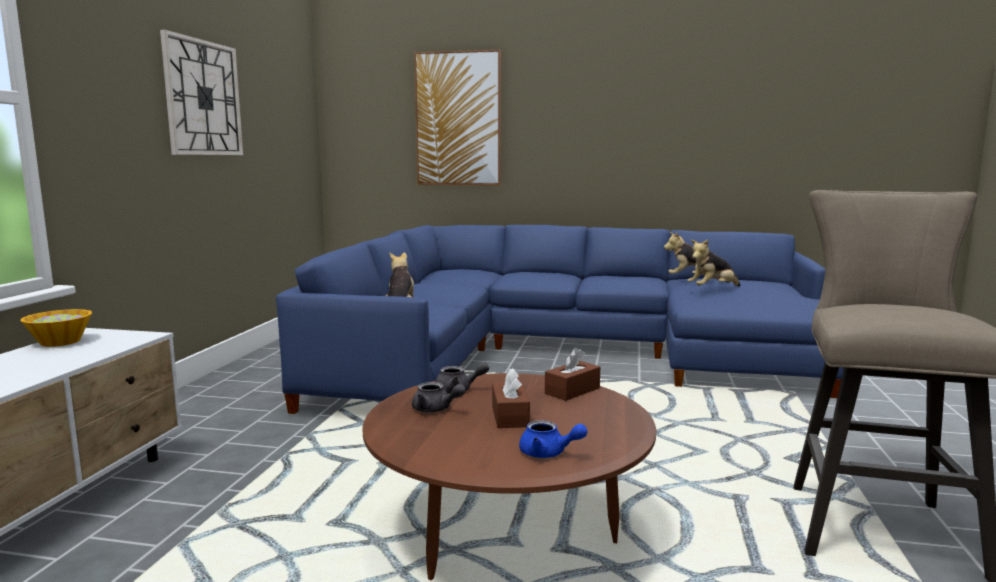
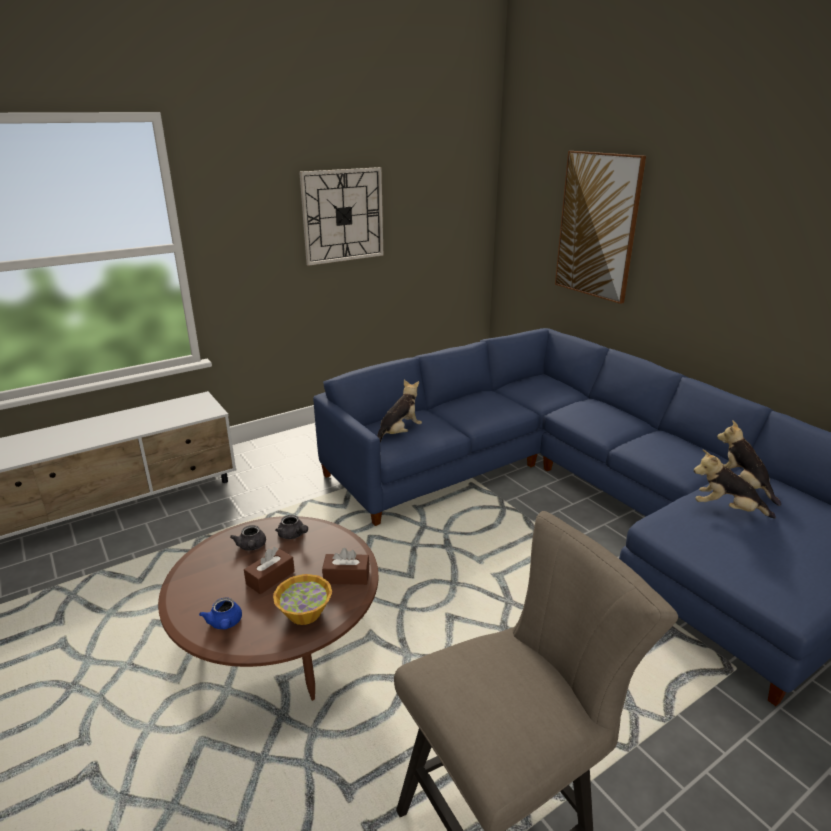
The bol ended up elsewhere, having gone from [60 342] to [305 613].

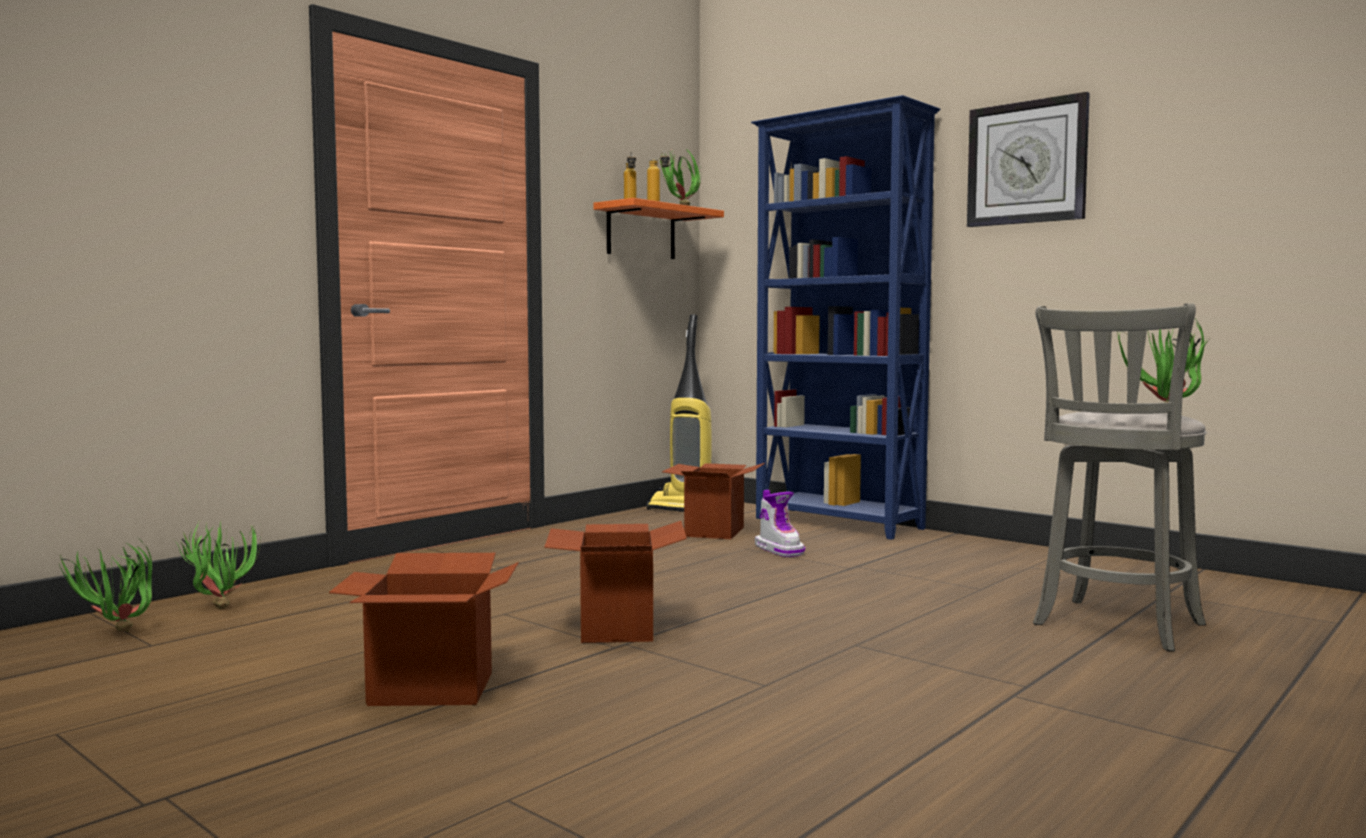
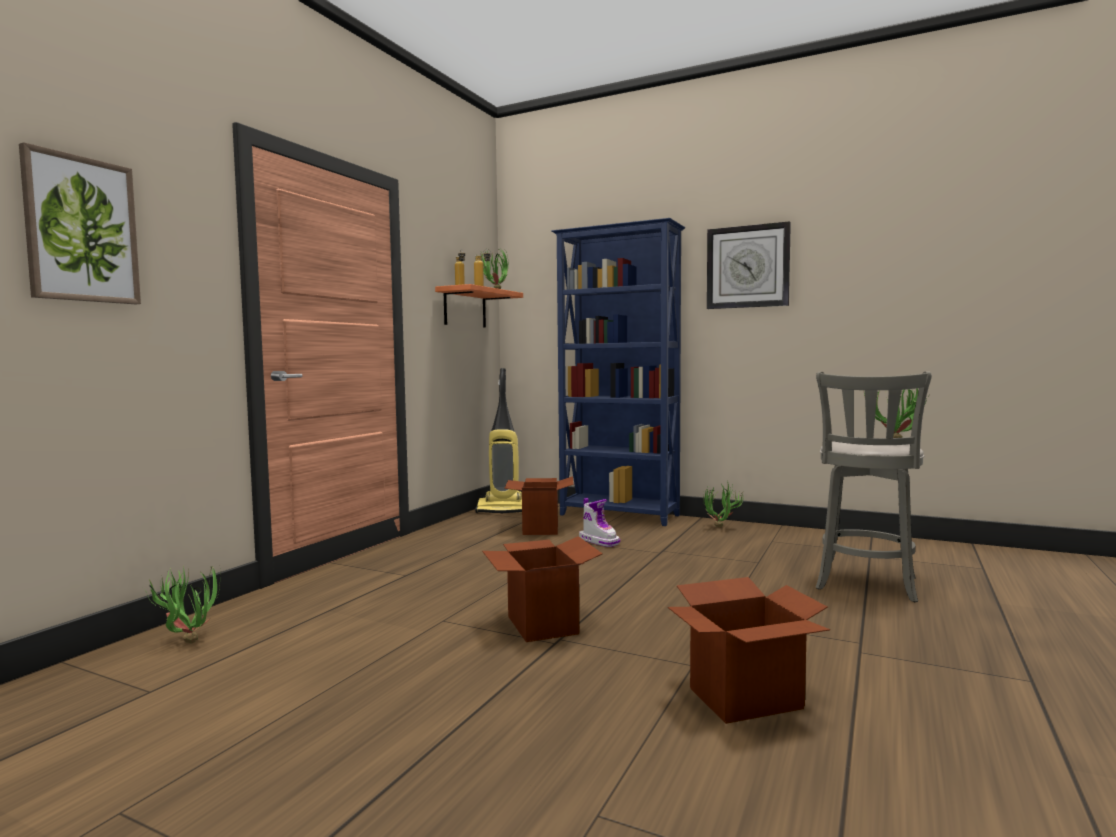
The second view gained the tableau at [81 230].
The carton ended up elsewhere, having gone from [430 689] to [745 699].
The plante en pot ended up elsewhere, having gone from [118 635] to [721 528].

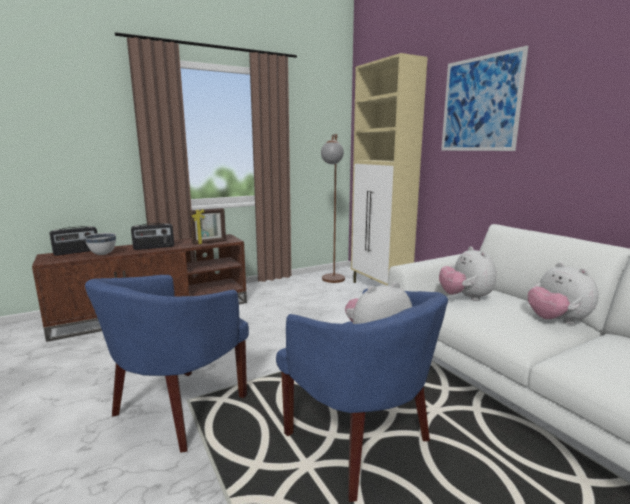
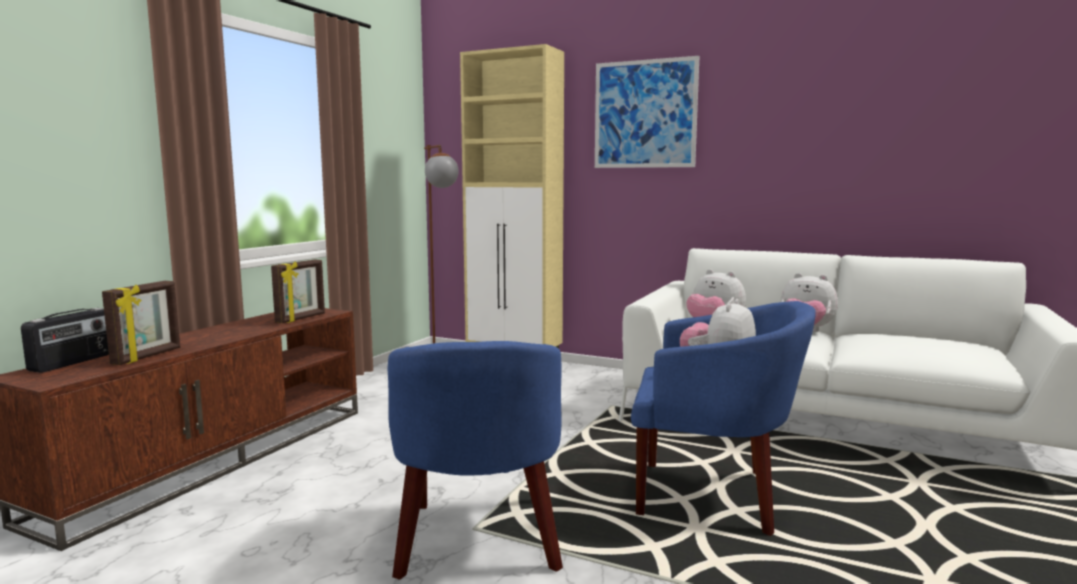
Where the bol (blanc) stood at [103 254], the cadre photo came to stand at [147 356].
The second view lost the radio at [154 247].

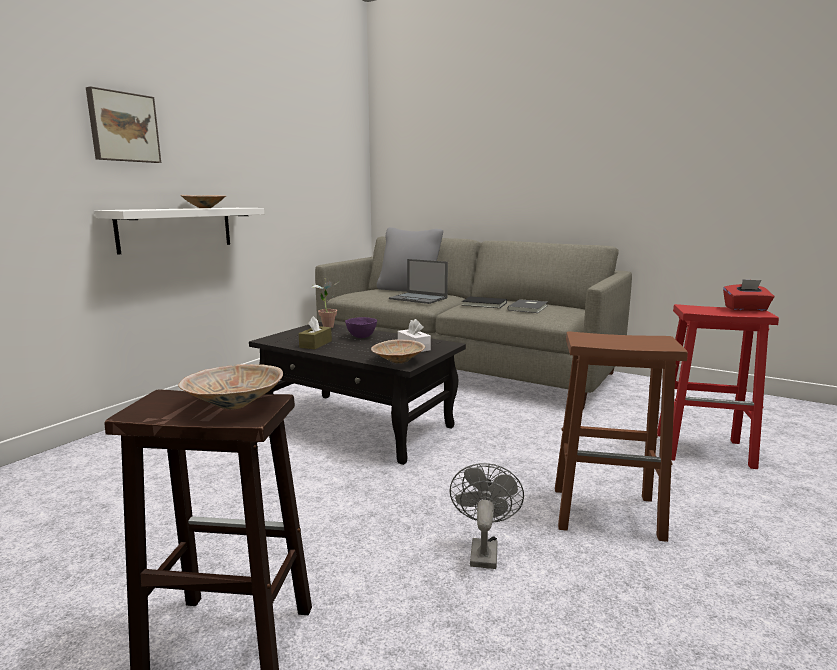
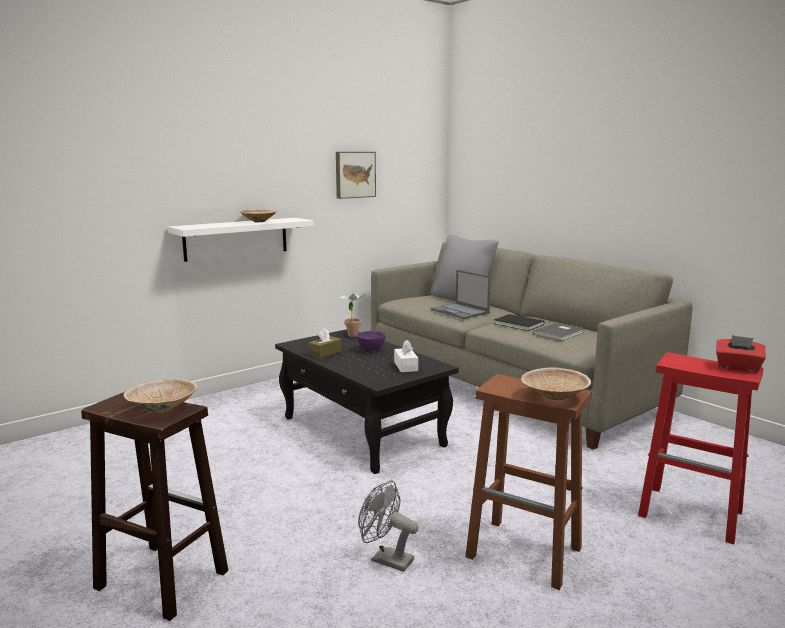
The tableau ended up elsewhere, having gone from [123 127] to [354 174].
The ventilateur (gris) at [483 550] ended up facing another way, 90 degrees counterclockwise from before.
The bol (beige) ended up elsewhere, having gone from [397 362] to [553 397].

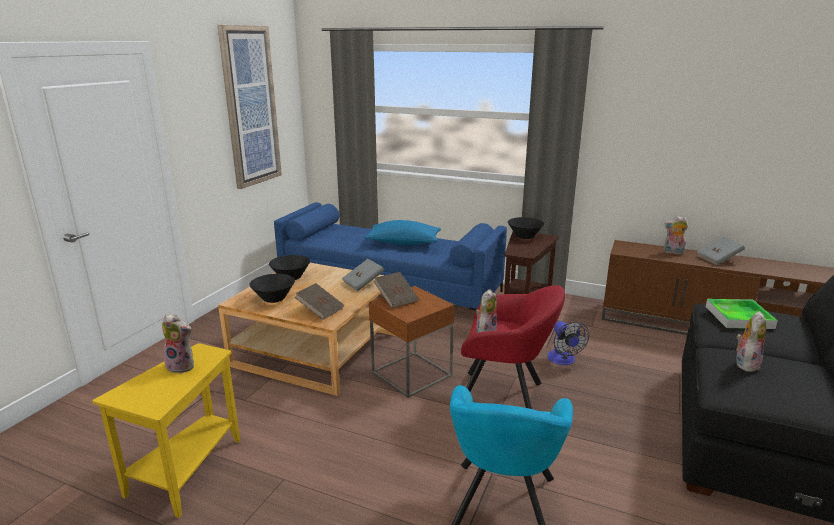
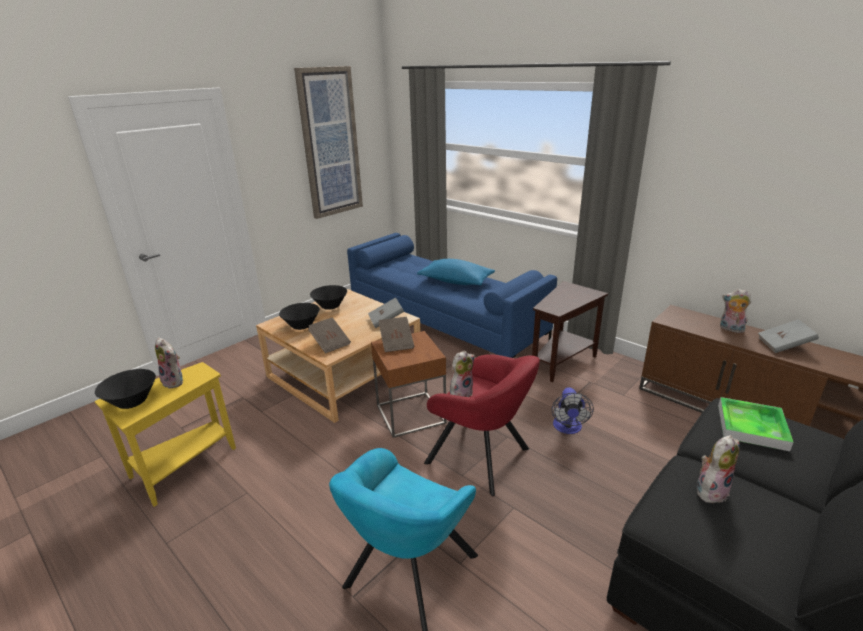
The bol (noir) ended up elsewhere, having gone from [524 236] to [132 402].

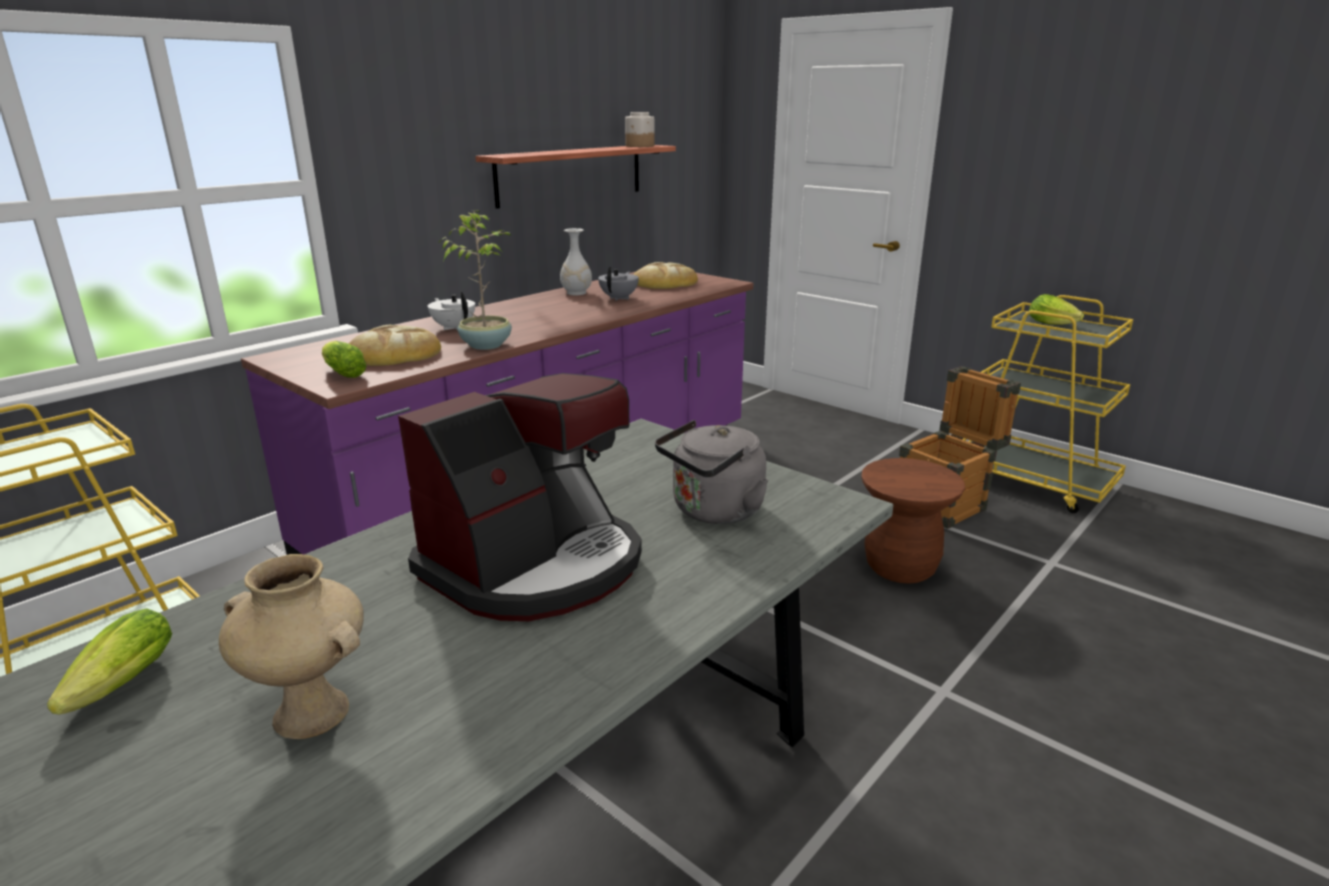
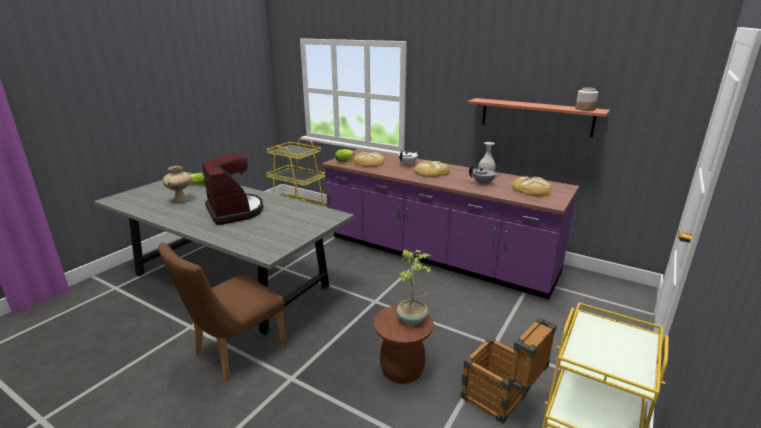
The second view gained the chaise (marron) at [234 353].
The machine à café at [536 565] ended up facing another way, 150 degrees counterclockwise from before.
The plante en pot ended up elsewhere, having gone from [486 345] to [412 319].
The second view gained the pain at [431 172].
The second view lost the bouilloire (gris) at [713 511].
The second view lost the laitue at [1054 324].

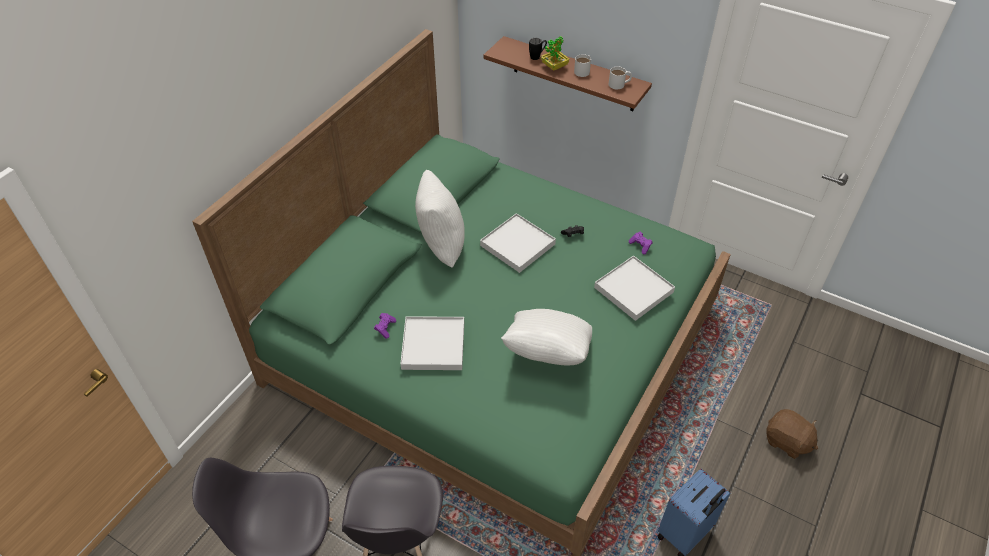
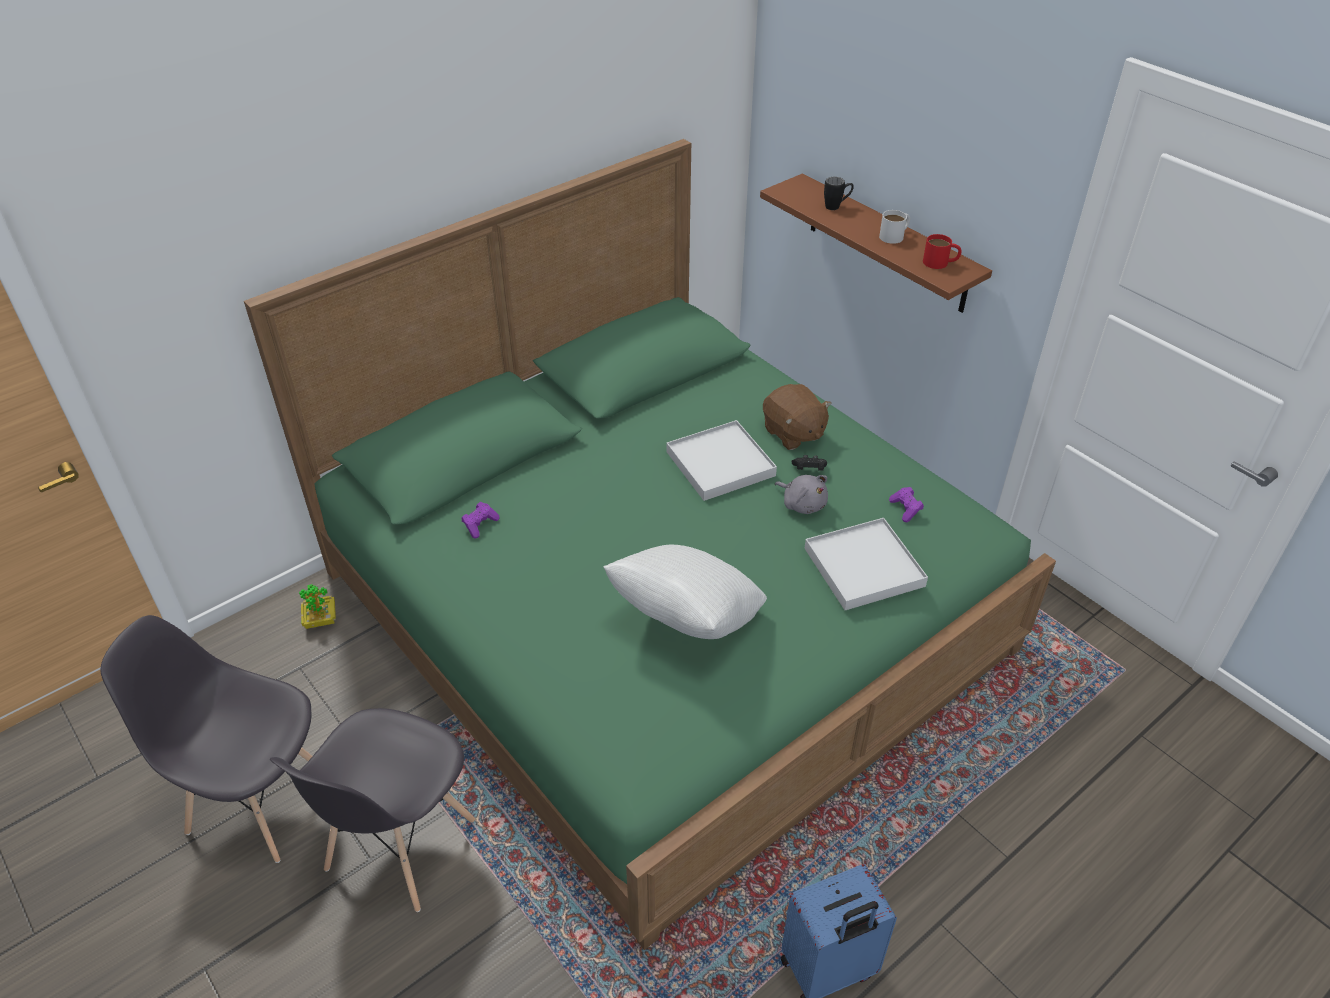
The plante en pot ended up elsewhere, having gone from [554 67] to [321 620].
The peluche (marron) ended up elsewhere, having gone from [787 442] to [793 433].
The second view gained the peluche (gris) at [802 504].
What was the mug (blanc) at [619 84] turned into the mug (rouge) at [940 262].
The second view lost the plateau (blanc) at [433 345].
The second view lost the coussin (blanc) at [440 246].

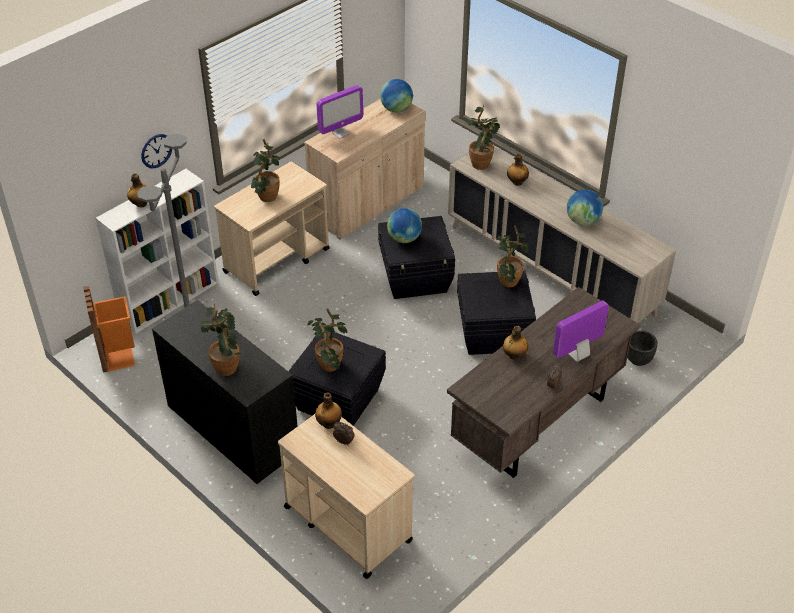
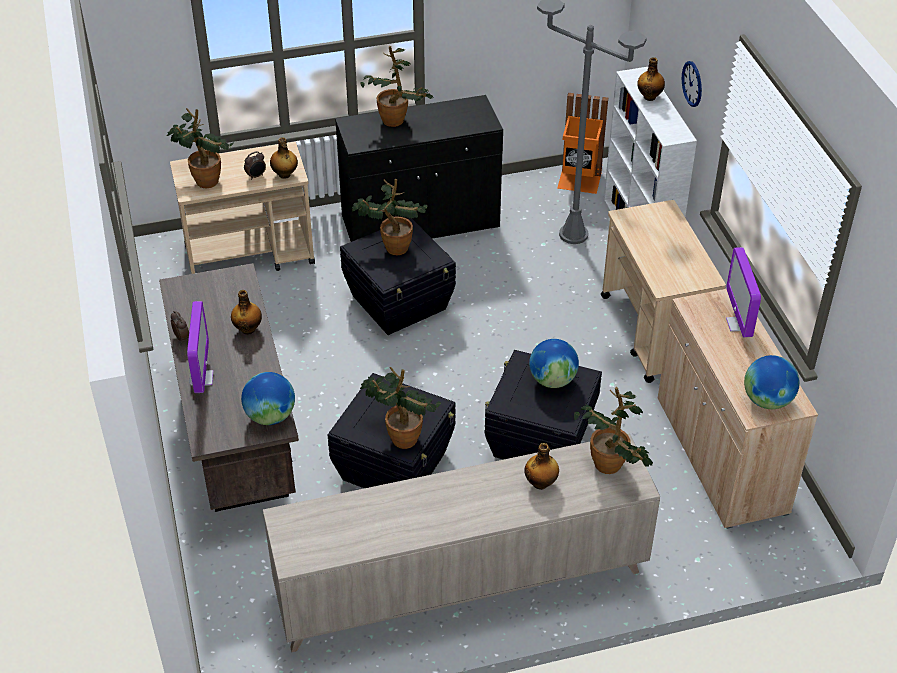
The plante en pot ended up elsewhere, having gone from [266 199] to [204 178].
The globe ended up elsewhere, having gone from [583 221] to [270 416].
The second view lost the cache-pot (noir) at [638 360].

